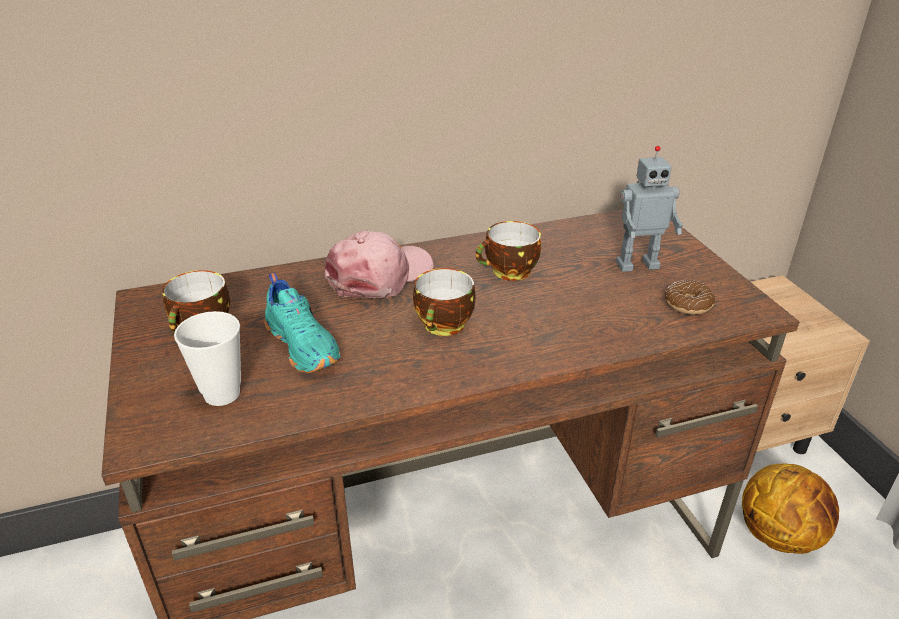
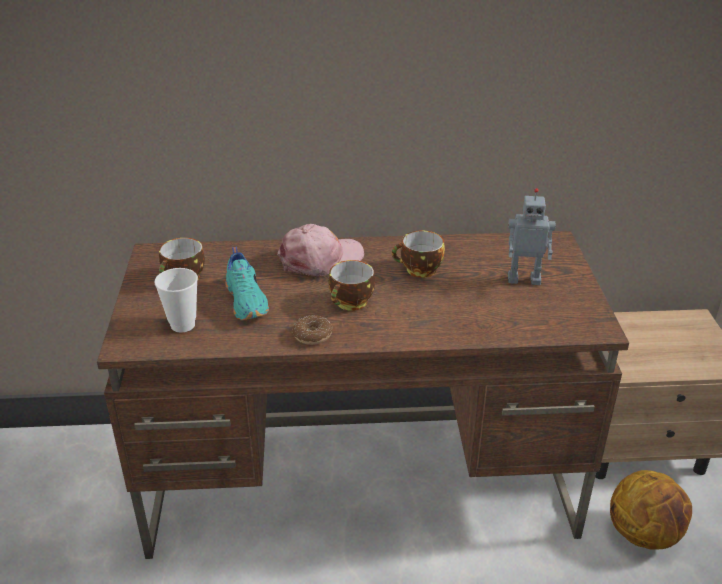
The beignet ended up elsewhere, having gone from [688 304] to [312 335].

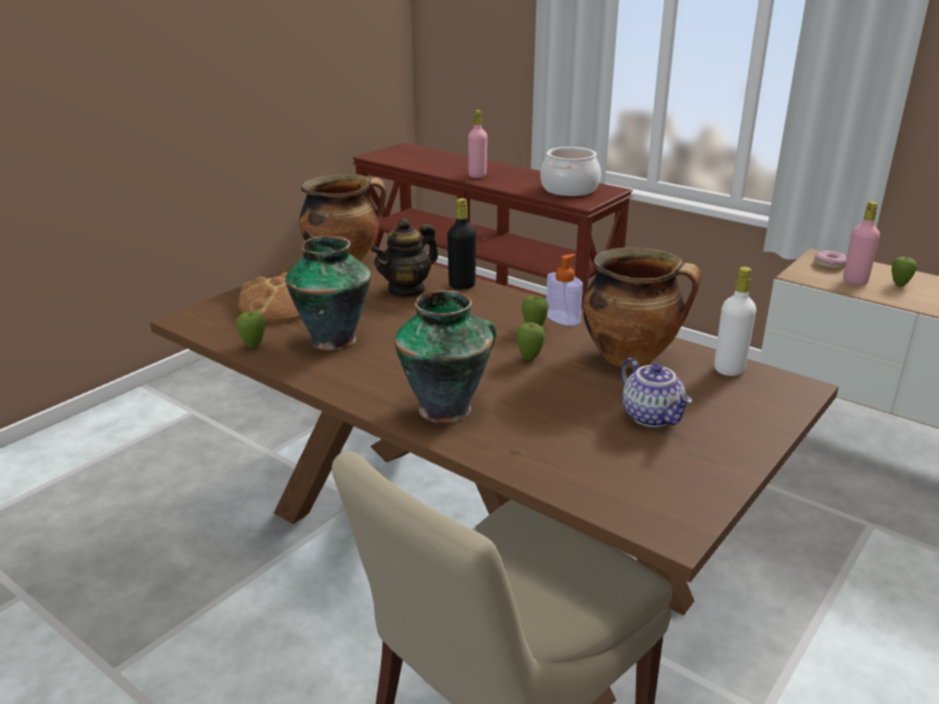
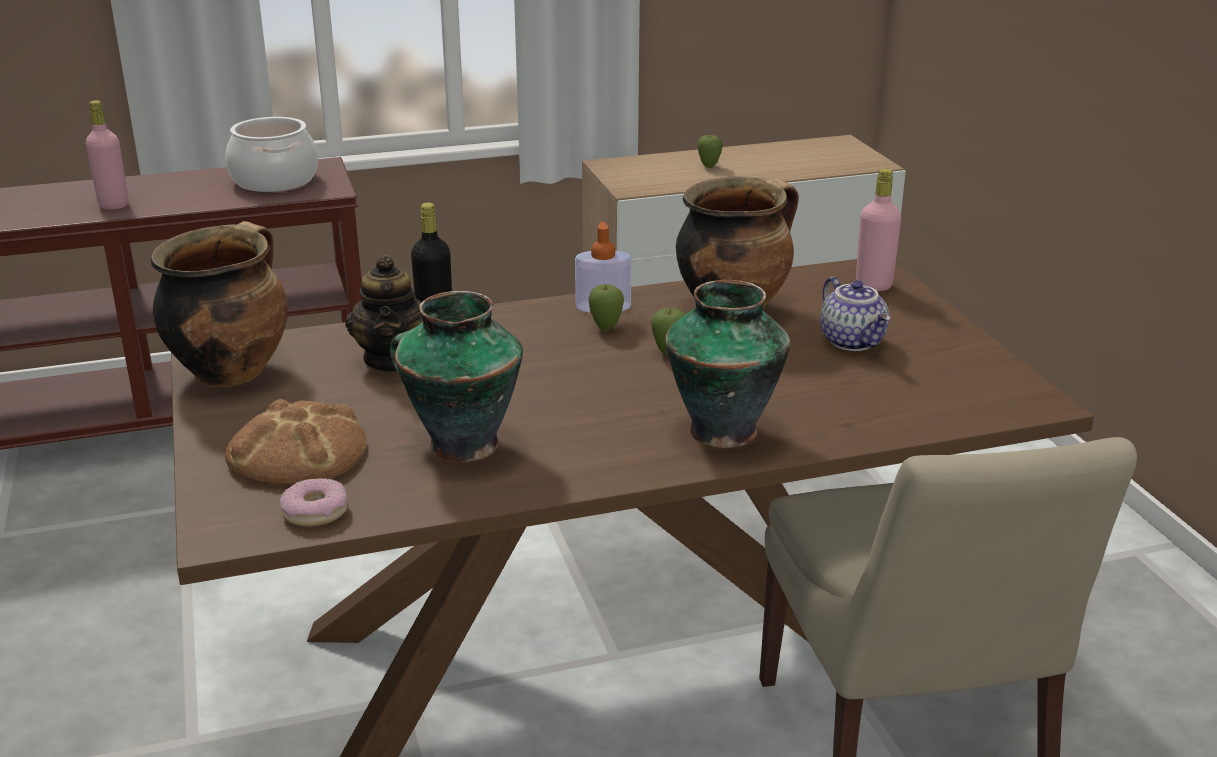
The beignet ended up elsewhere, having gone from [829 265] to [315 512].
The théière at [653 416] ended up facing another way, 60 degrees clockwise from before.
The bouteille (rose) ended up elsewhere, having gone from [855 281] to [873 286].
The second view lost the pomme at [253 346].
The second view lost the bouteille (blanc) at [729 369].

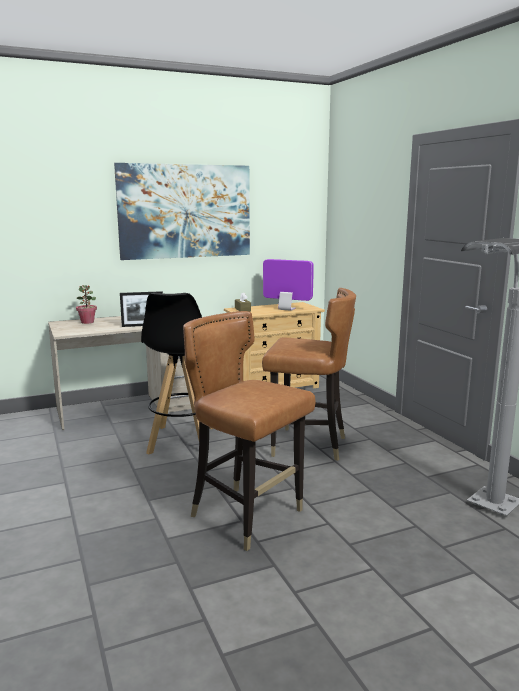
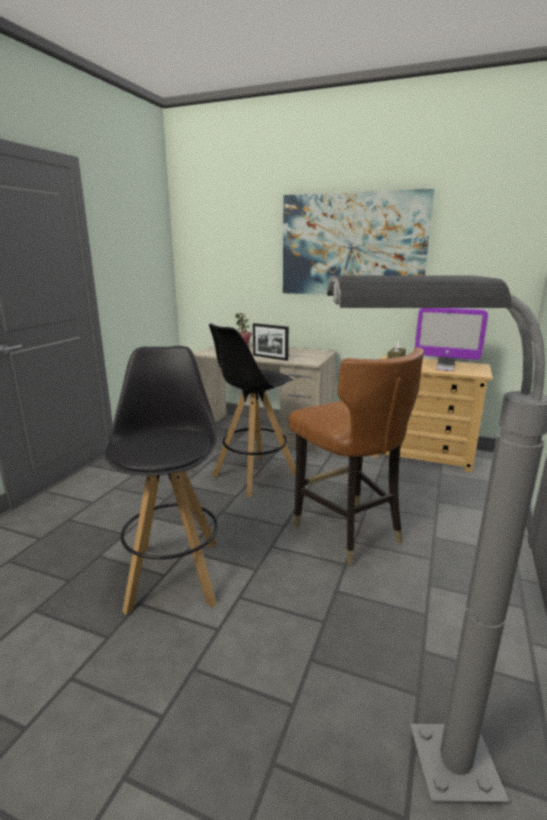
Where the chaise (marron) stood at [247 516], the tabouret (noir) came to stand at [175 573].
The écran d'ordinateur at [286 309] ended up facing another way, 135 degrees clockwise from before.

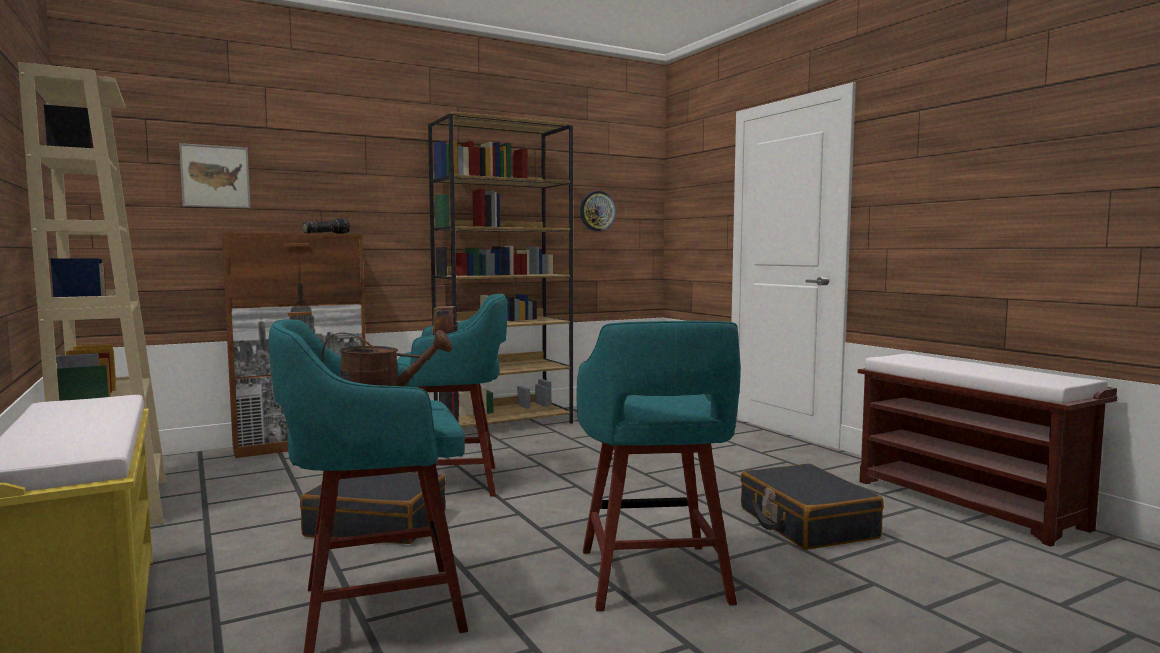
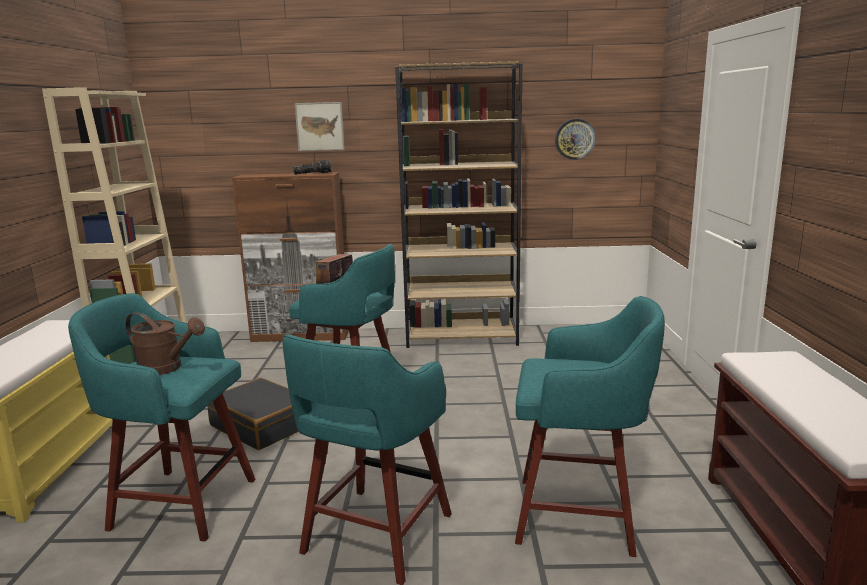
The tableau ended up elsewhere, having gone from [215 176] to [320 126].
Where the valise (noir) stood at [806 523], the tabouret (turquoise) came to stand at [579 516].

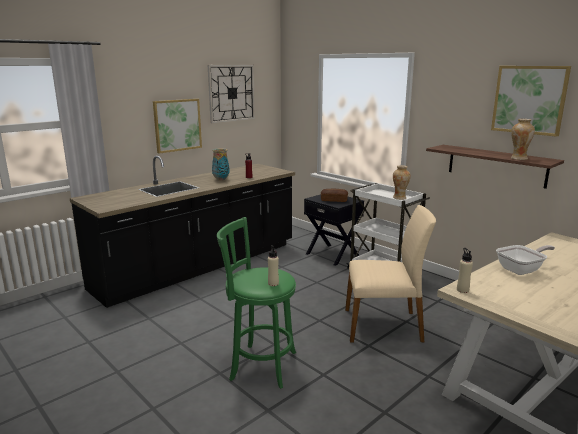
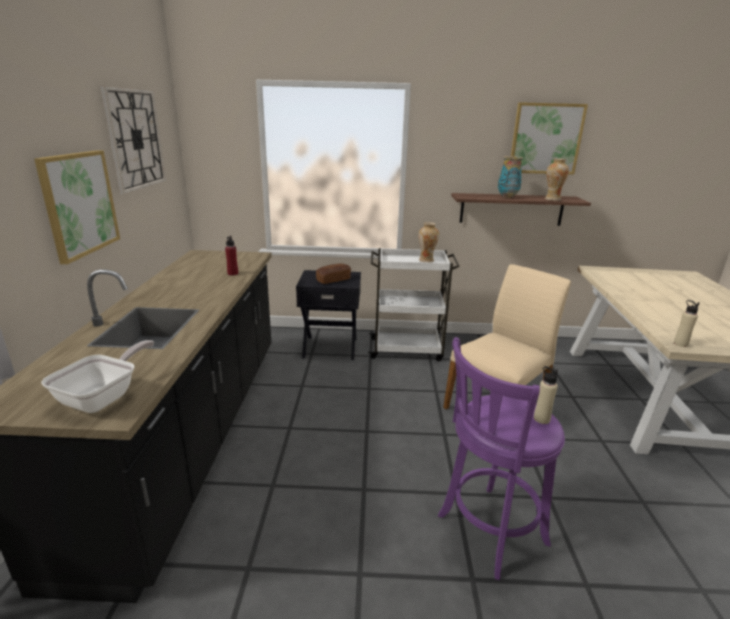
The poêle ended up elsewhere, having gone from [522 270] to [104 397].
What was the tabouret (vert) at [260 365] turned into the tabouret (violet) at [487 532].
The vase ended up elsewhere, having gone from [221 179] to [507 197].

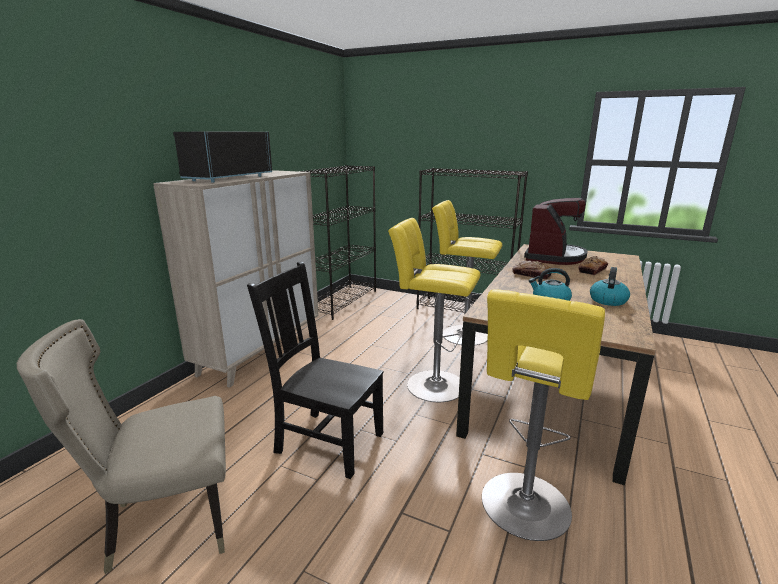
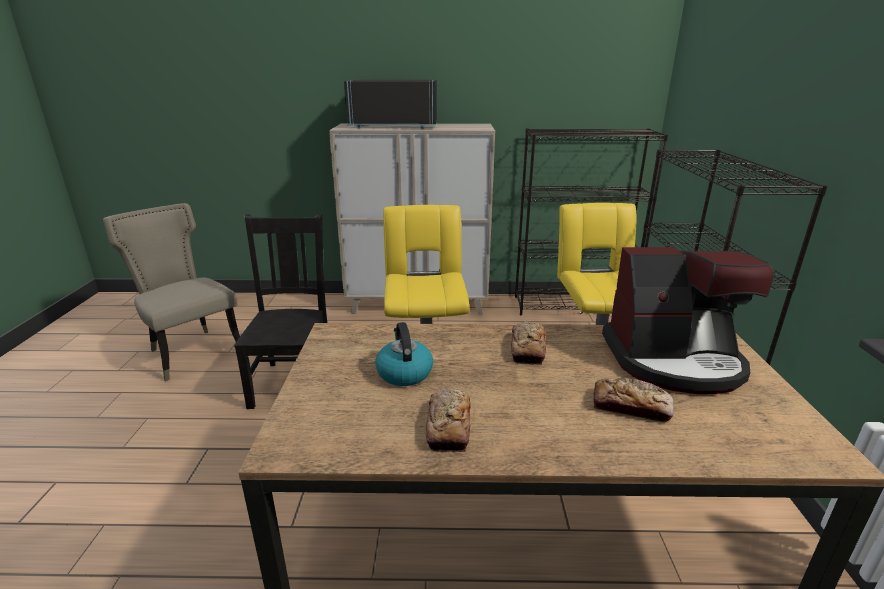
Where the bouilloire stood at [607 300], the pain came to stand at [448 426].
The second view lost the tabouret (jaune) at [524 509].

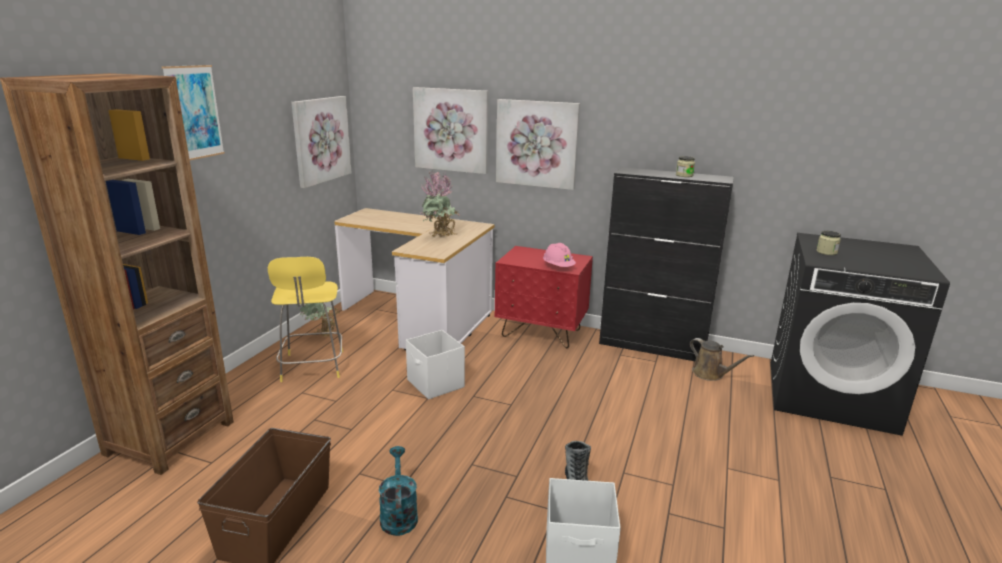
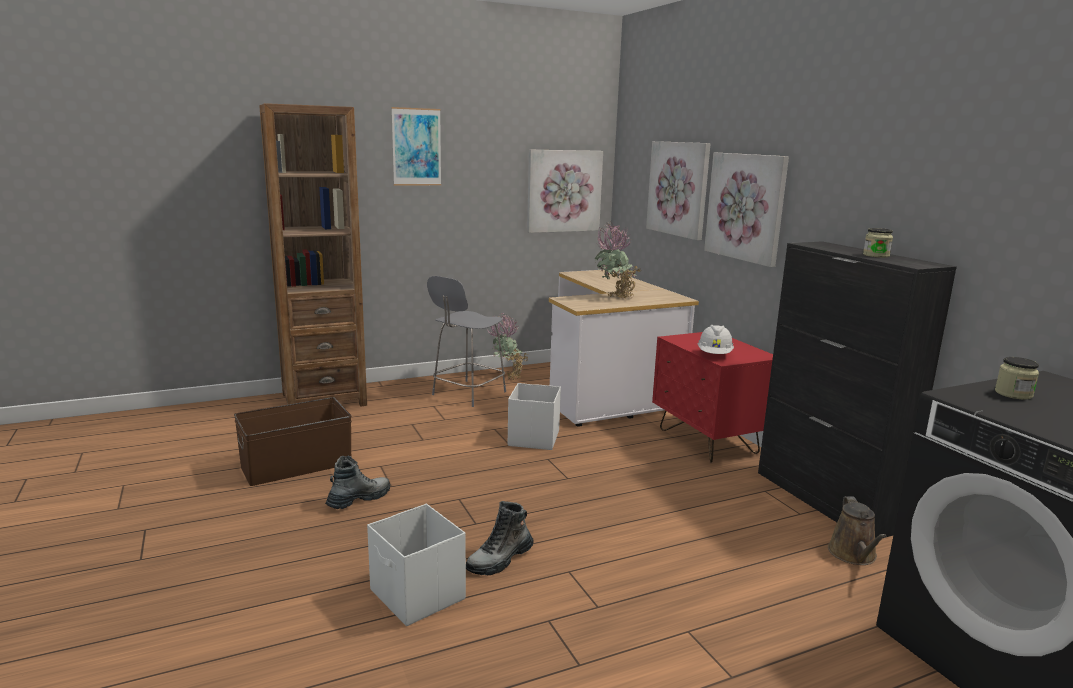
Where the arrosoir (turquoise) stood at [398 514], the botte came to stand at [359 499].
What was the tabouret (jaune) at [312 367] turned into the tabouret (gris) at [467 394].
What was the casque de chantier (rose) at [558 267] turned into the casque de chantier (blanc) at [714 355].

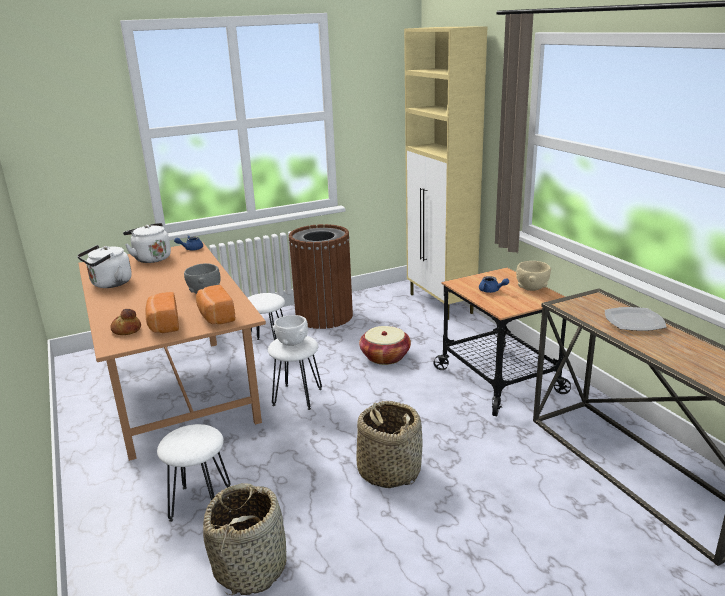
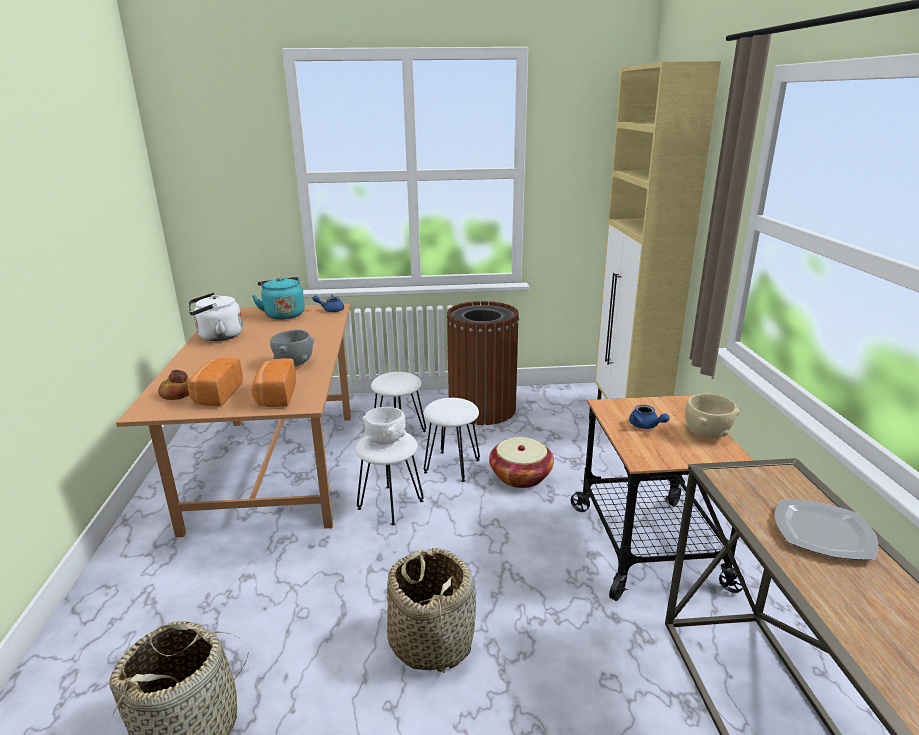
What was the bouilloire (blanc) at [151 258] turned into the bouilloire (turquoise) at [283 314].
The tabouret (blanc) ended up elsewhere, having gone from [200 503] to [452 466].

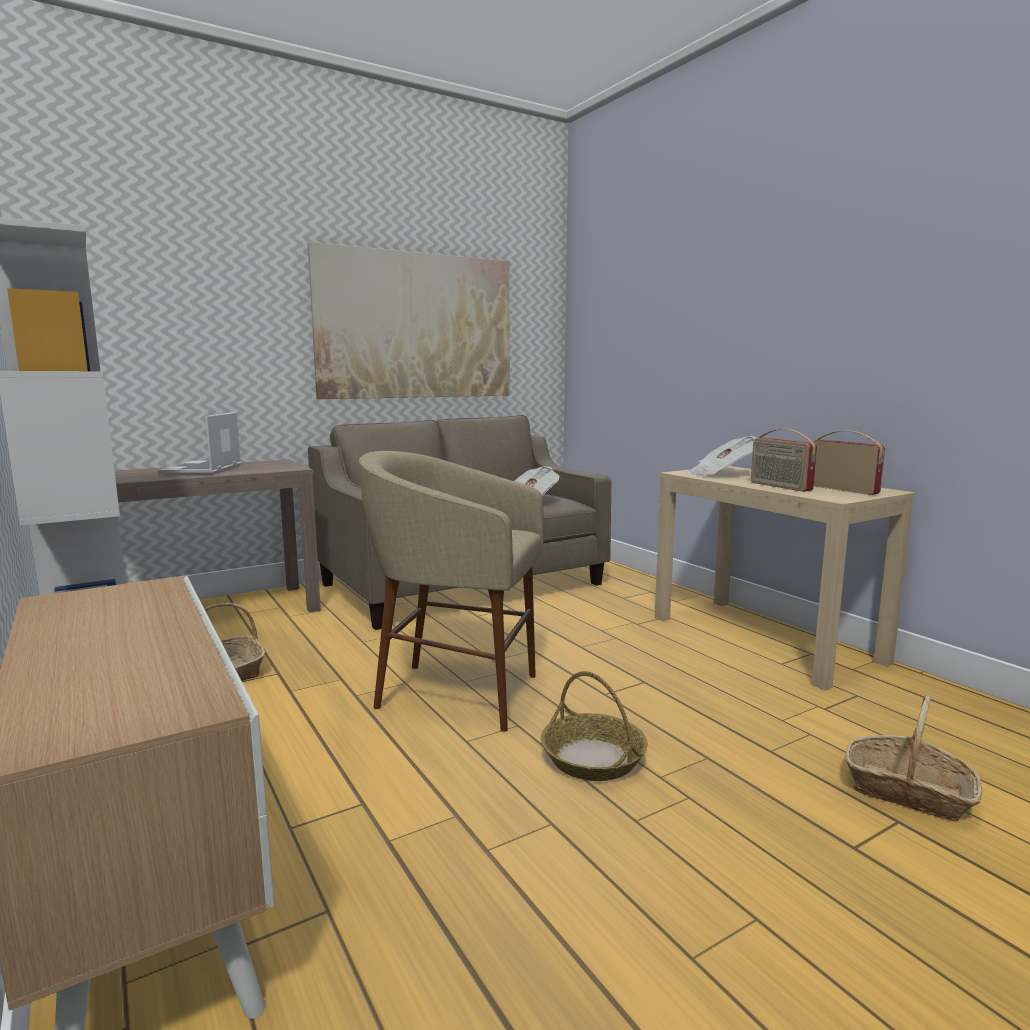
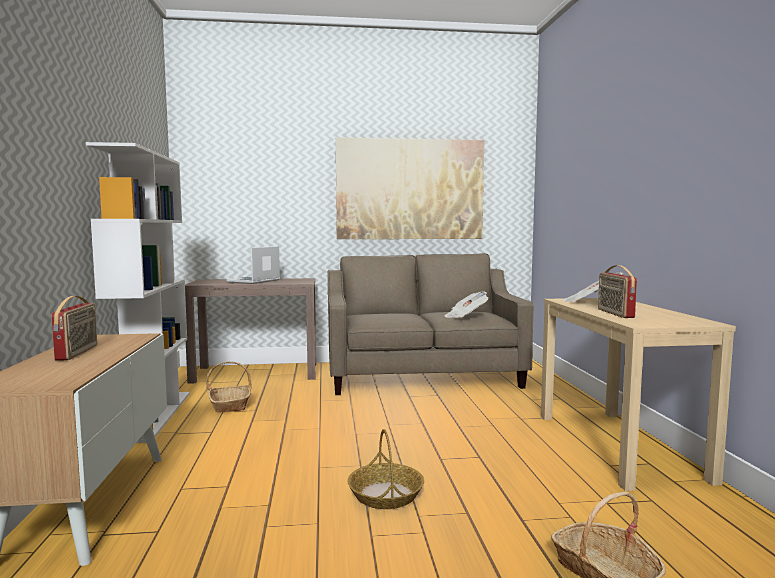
The radio ended up elsewhere, having gone from [844 489] to [78 352].
The second view lost the tabouret (beige) at [456 693].

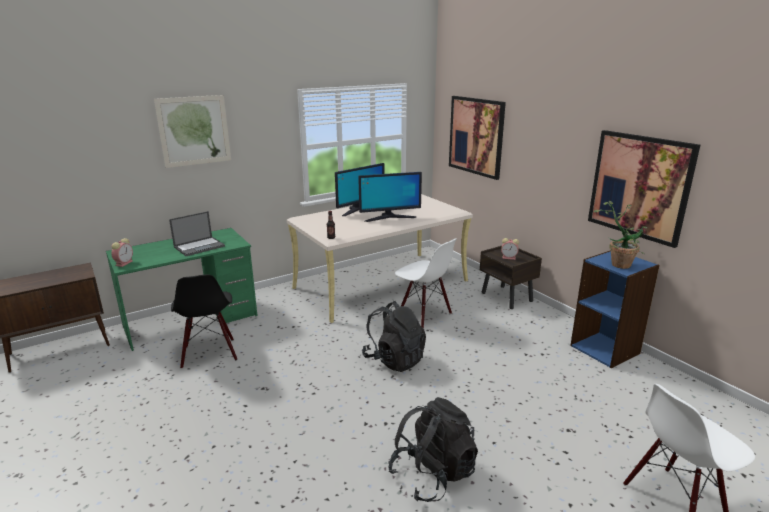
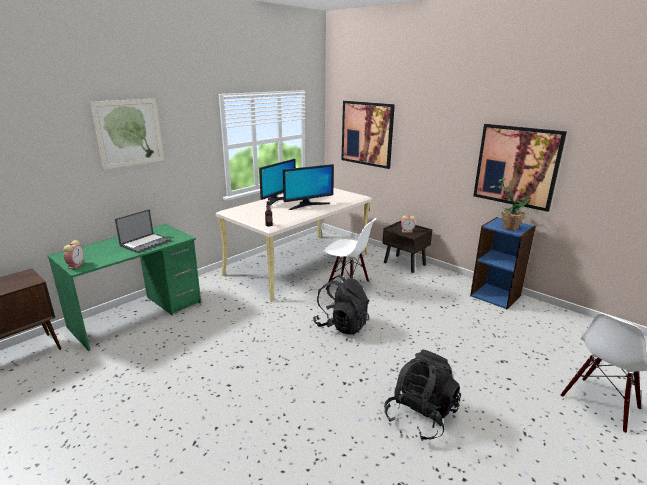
The second view lost the chaise (noir) at [209 353].

